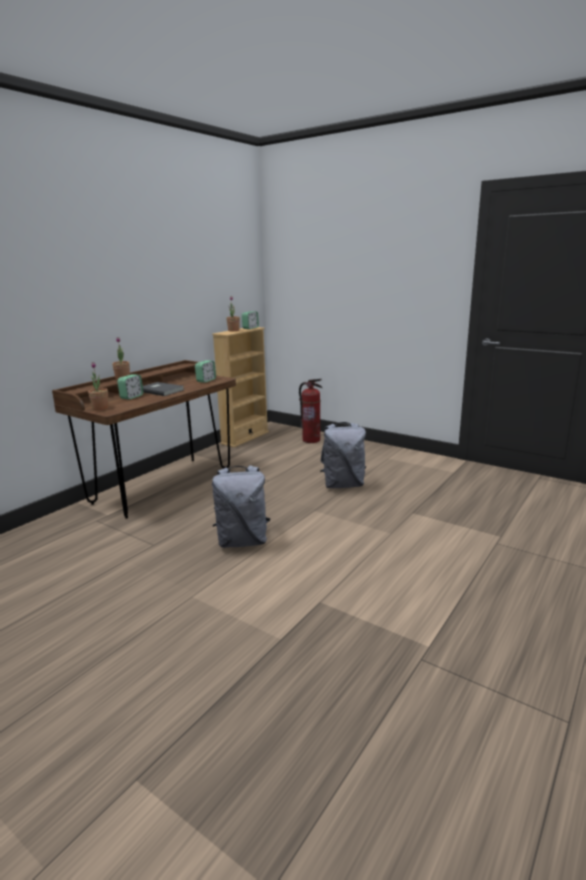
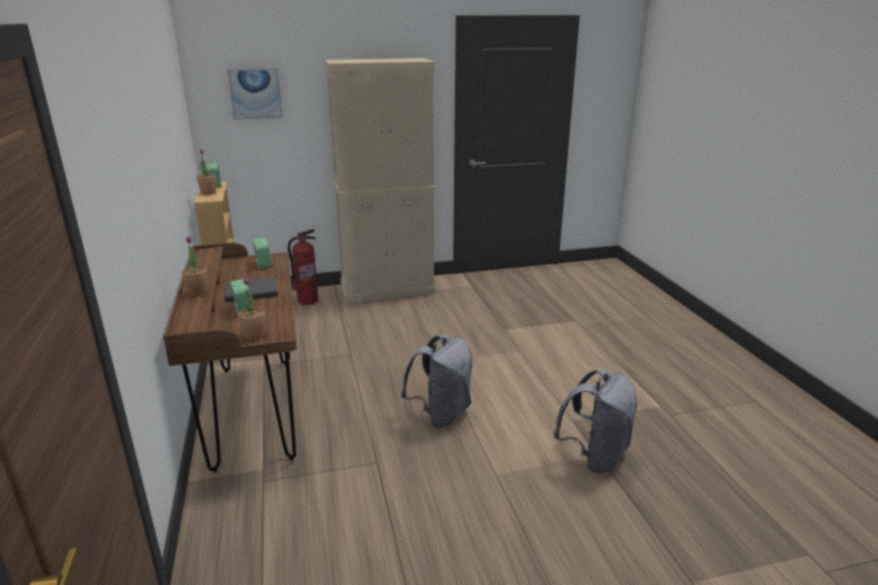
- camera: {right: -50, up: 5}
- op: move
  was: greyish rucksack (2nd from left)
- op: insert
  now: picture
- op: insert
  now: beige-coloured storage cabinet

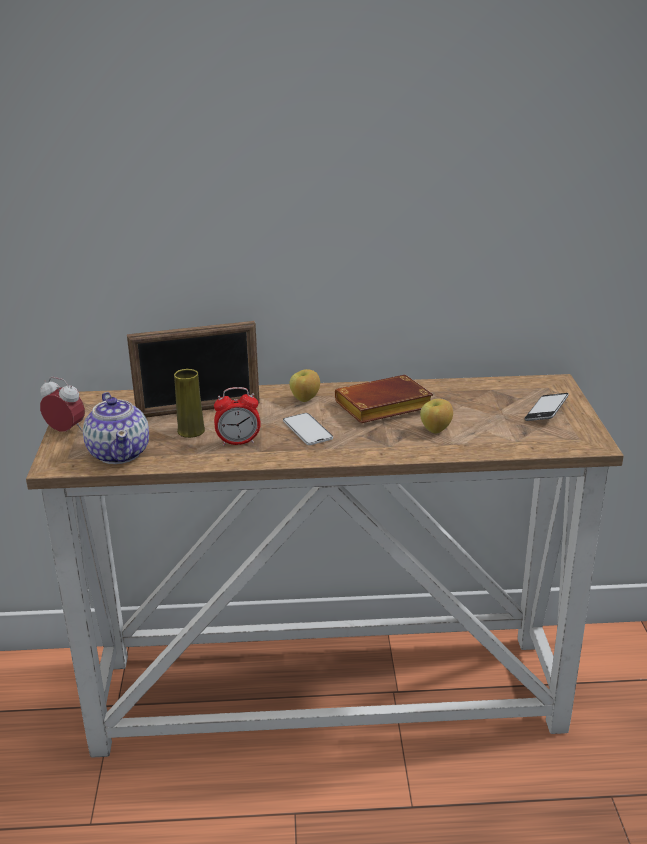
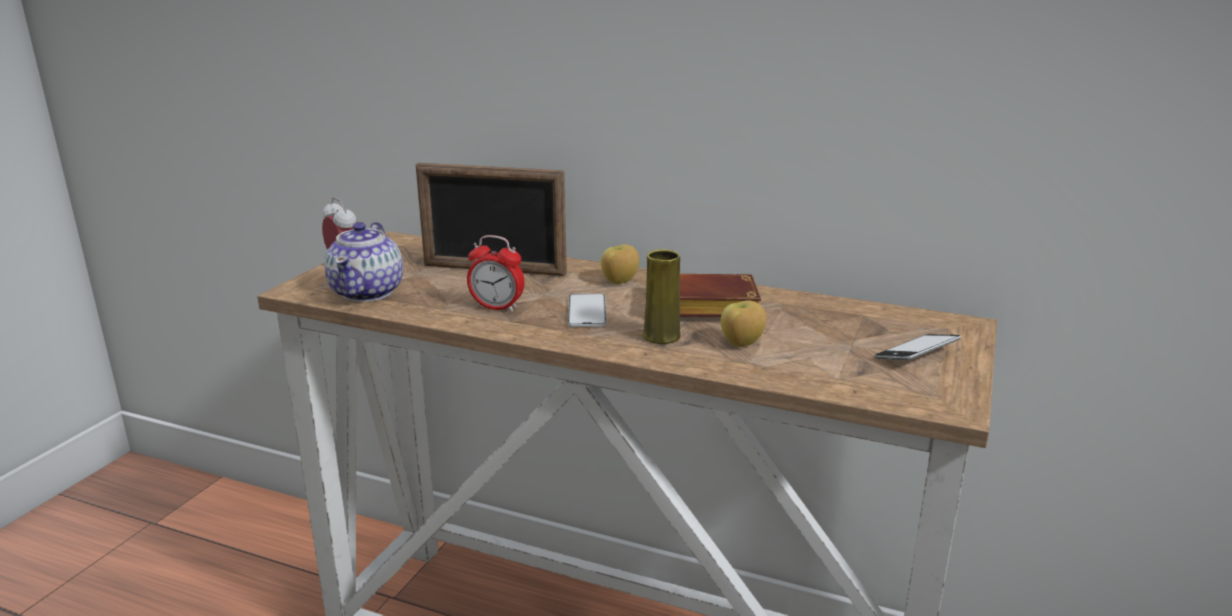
- camera: {right: 25, up: -5}
- op: move
  was: yellowish decorative vase

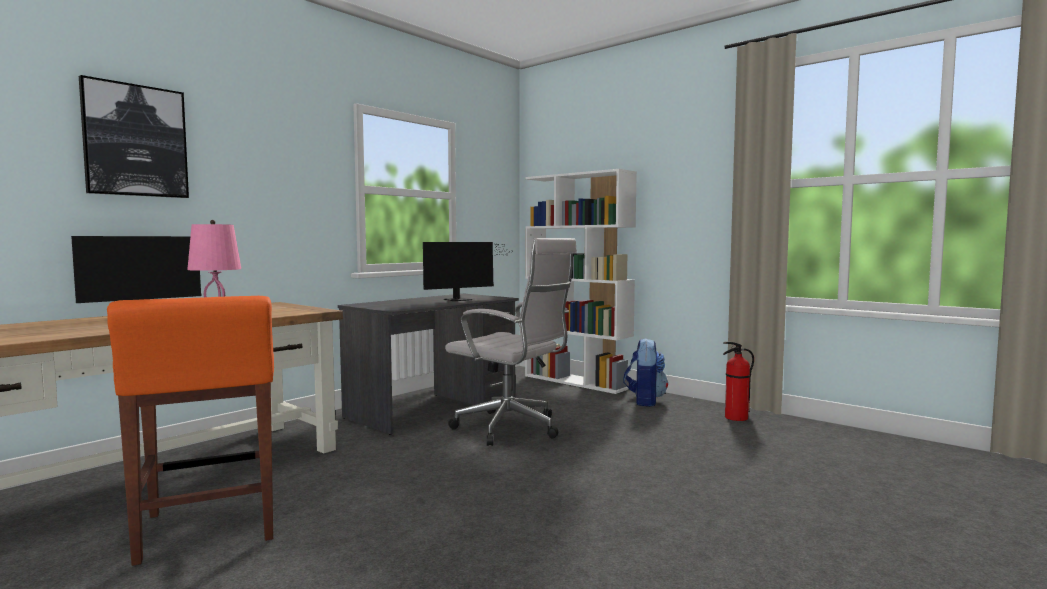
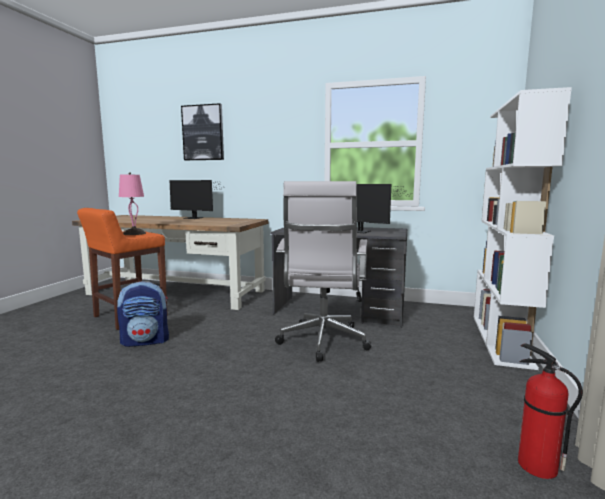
- camera: {right: 65, up: 5}
- op: move
  was: rucksack

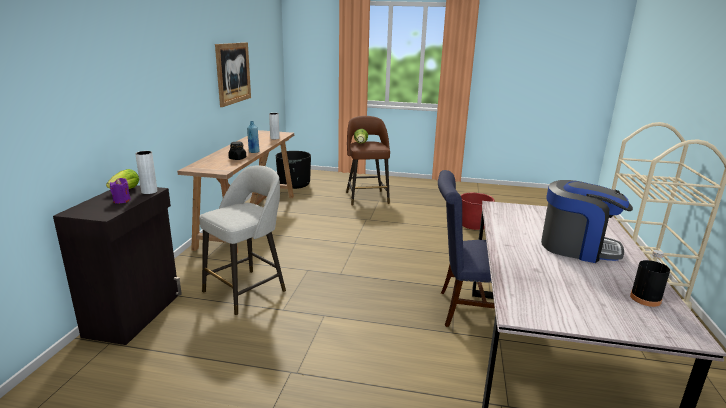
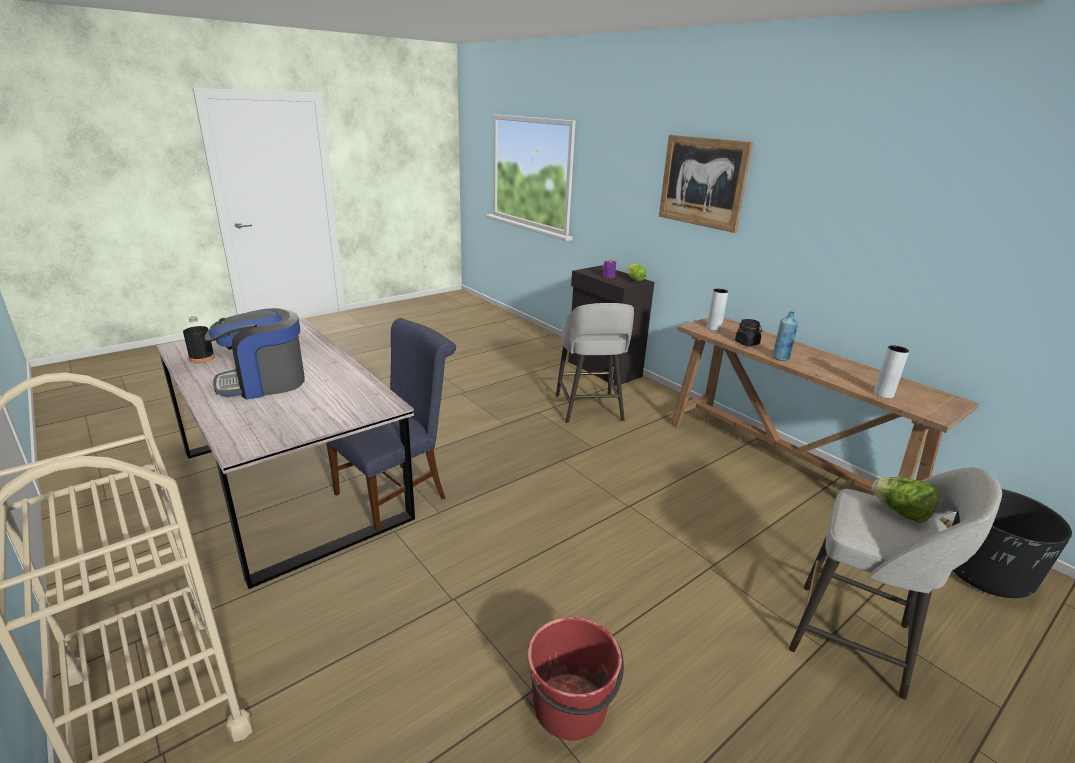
- camera: {right: 130, up: 5}
- op: move
  was: greyish decorative vase (1st from left)
- op: move
  was: picture
- op: recolor
  was: brown sitting stool
  now: greyish sitting stool (2nd from left)

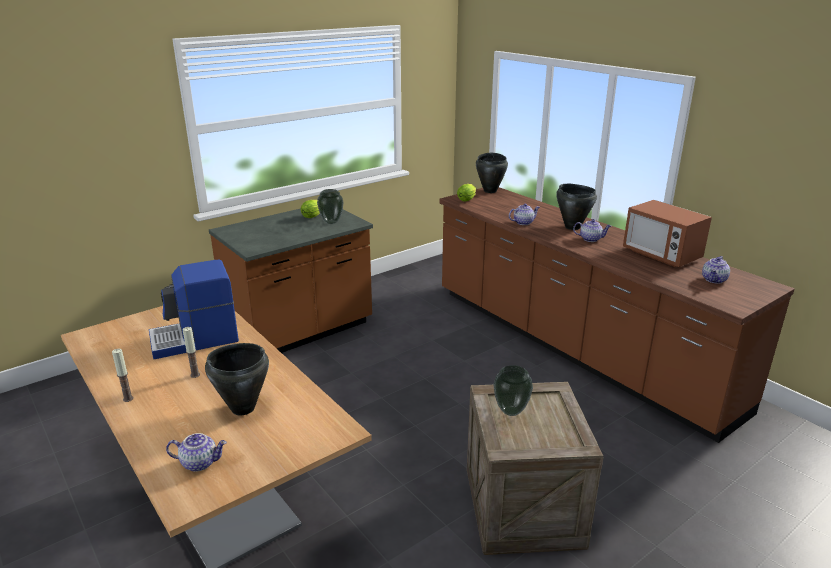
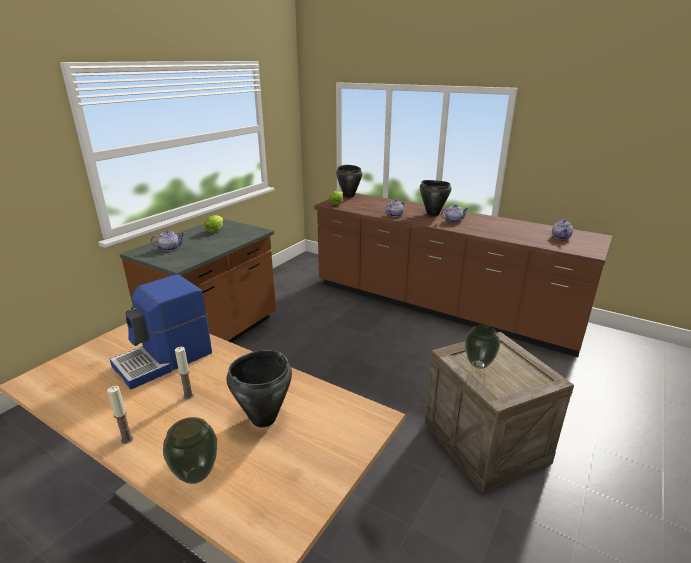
- camera: {right: -20, up: 0}
- op: move
  was: teapot (1st from left)
- op: move
  was: decorative vase (1st from left)
- op: delete
  was: microwave oven

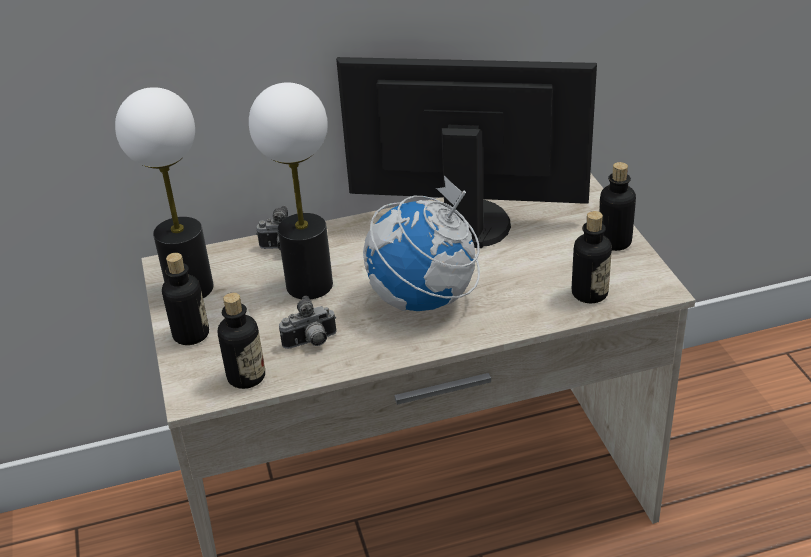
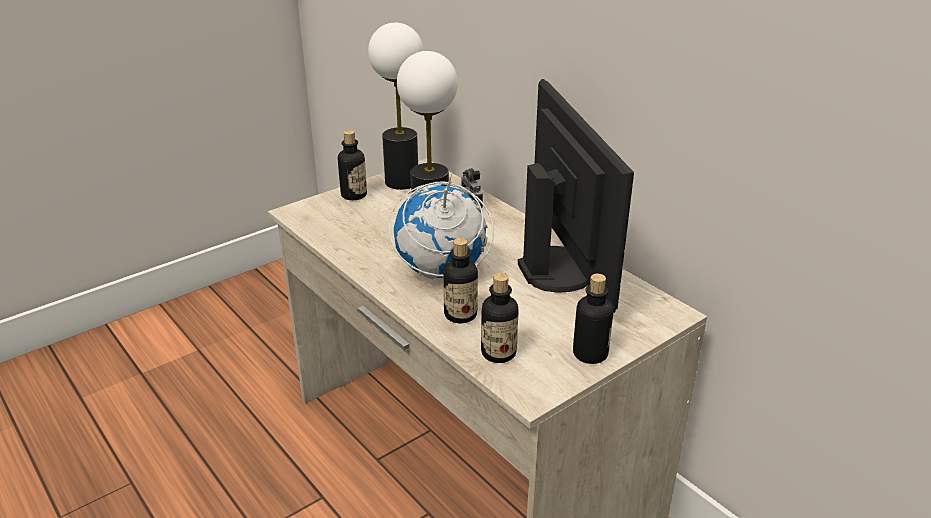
- camera: {right: 65, up: -5}
- op: move
  was: beverage bottle (2nd from left)
- op: delete
  was: still camera (2nd from left)

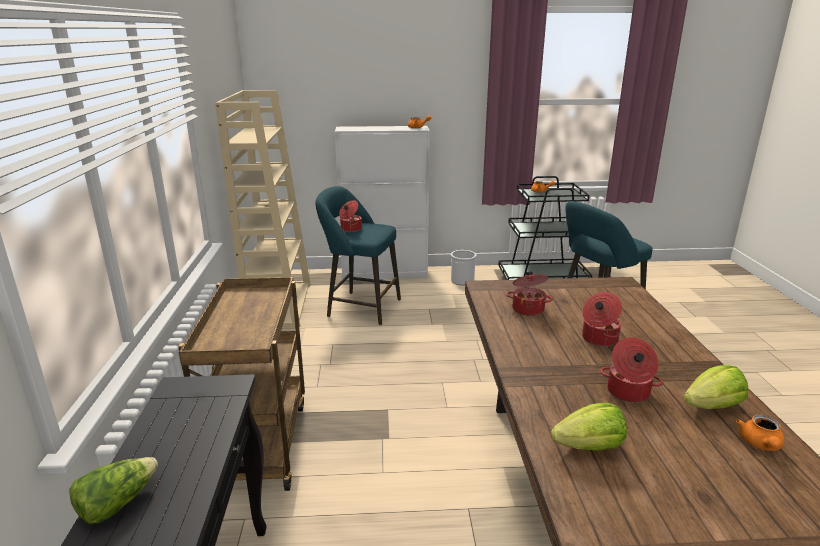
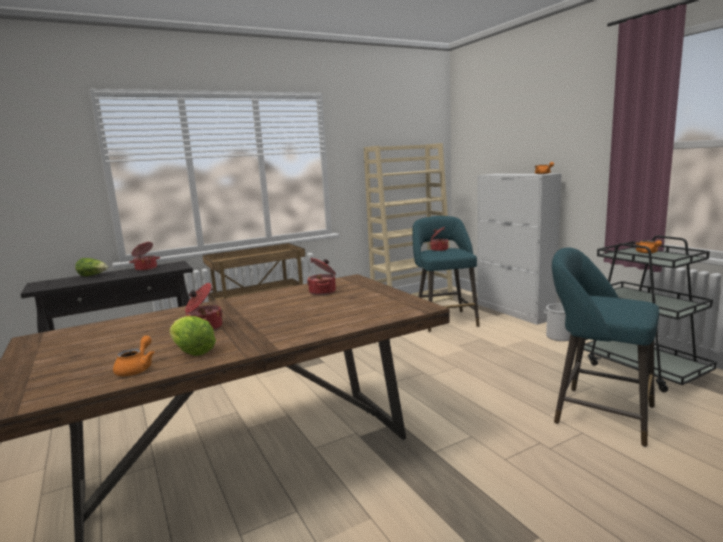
- camera: {right: 65, up: -10}
- op: delete
  was: lettuce (2nd from left)
- op: move
  was: cooking pot (3rd from left in the first image)
  now: cooking pot (1st from left)
- op: rotate
  was: orange-coloured teapot (3rd from left in the first image)
  clockwise: 105

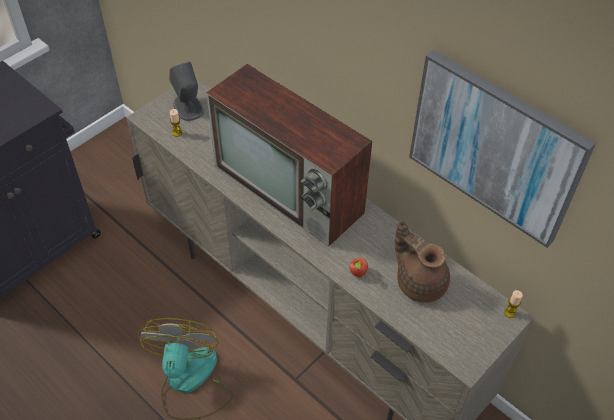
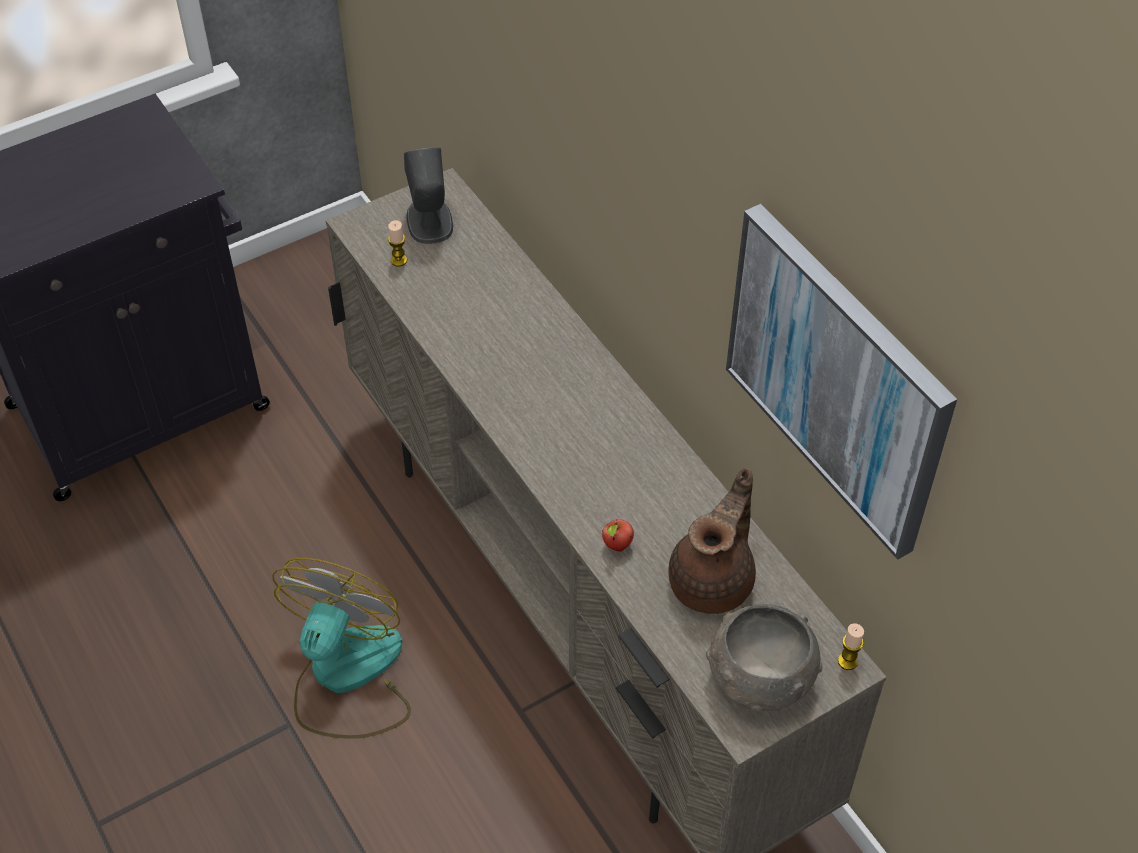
- camera: {right: 15, up: 0}
- op: delete
  was: TV
- op: rotate
  was: brown teapot
  clockwise: 60
- op: insert
  now: greyish bowl

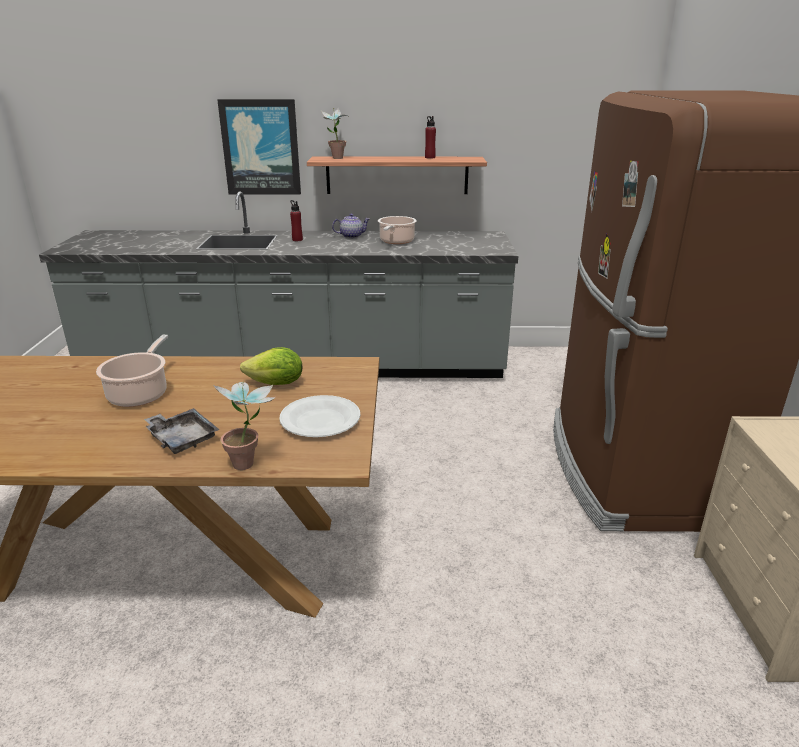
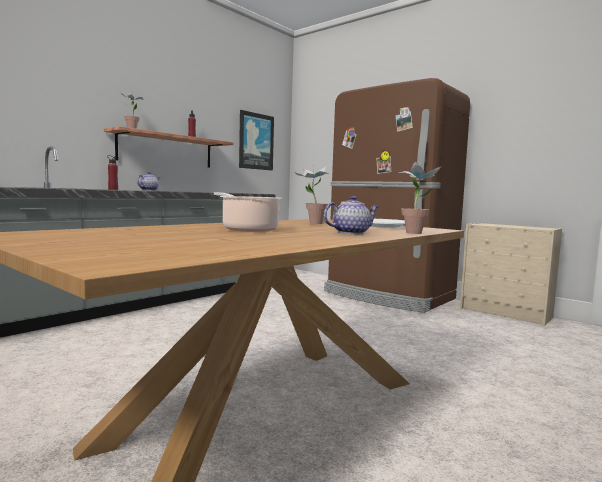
- camera: {right: -50, up: -20}
- op: replace
  was: greyish carrying tray
  now: teapot (2nd from left)
- op: move
  was: picture
- op: replace
  was: lettuce
  now: potted plant (2nd from left)
- op: delete
  was: cooking pot (2nd from left)

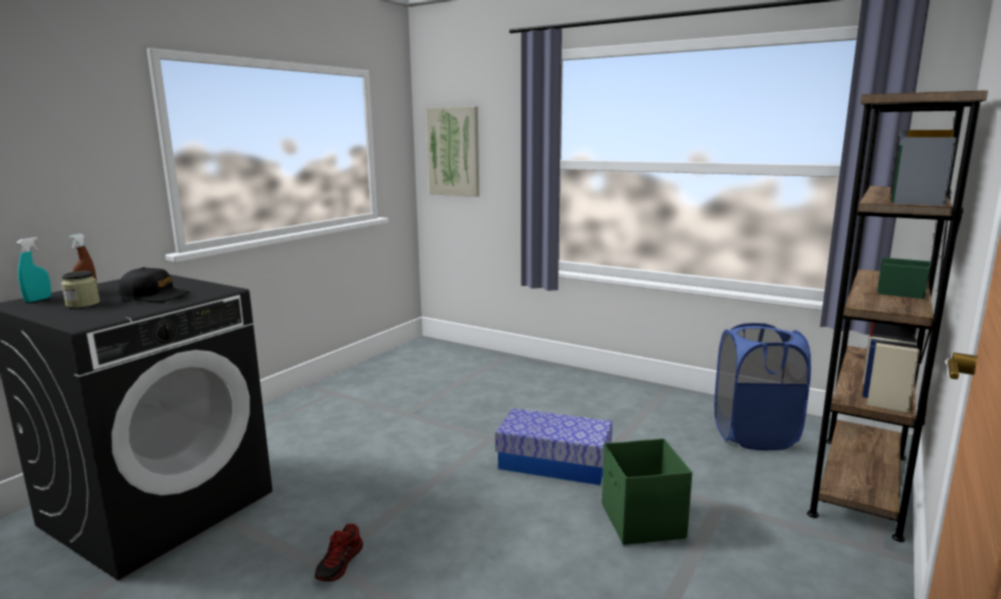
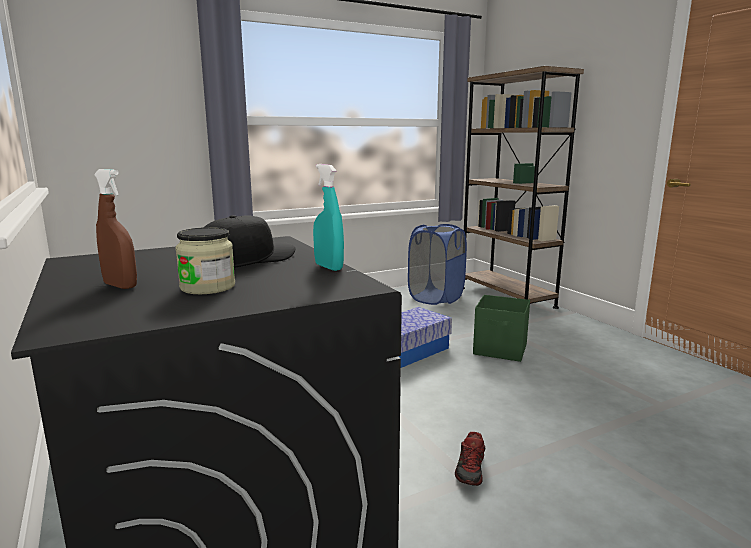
- camera: {right: -60, up: 0}
- op: move
  was: turquoise-coloured hand sprayer
- op: rotate
  was: item of footwear
  clockwise: 60
- op: delete
  was: picture

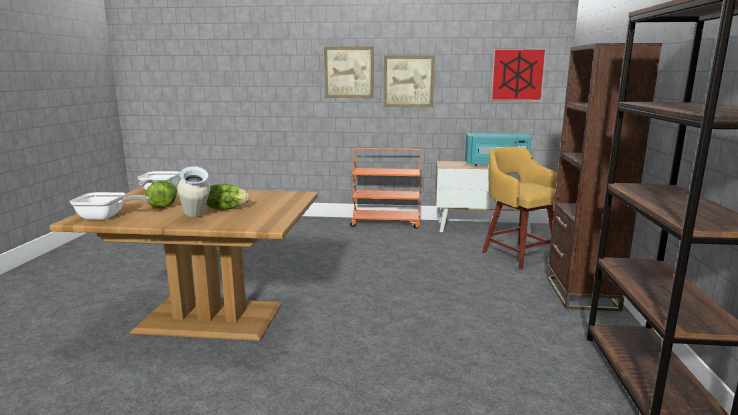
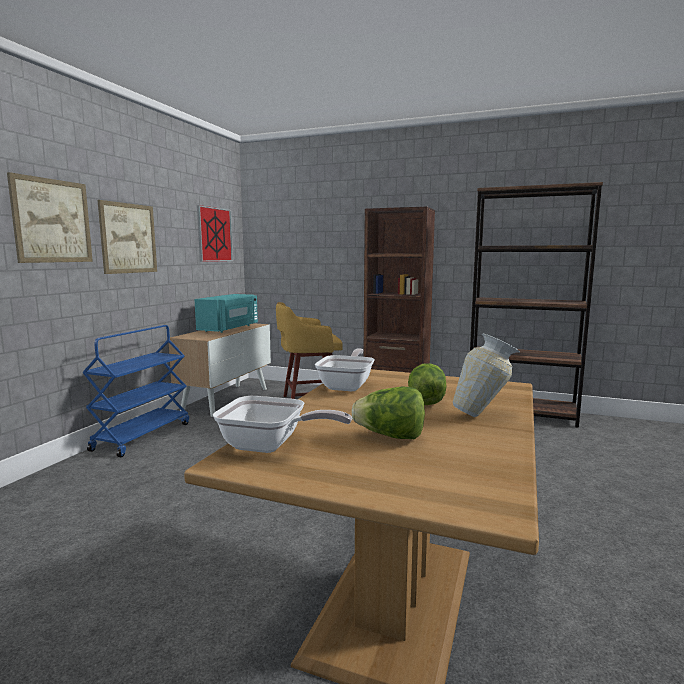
- camera: {right: -75, up: -5}
- op: move
  was: pan (1st from left in the first image)
  now: pan (2nd from left)
- op: recolor
  was: orange-coloured cart
  now: blue-coloured cart

